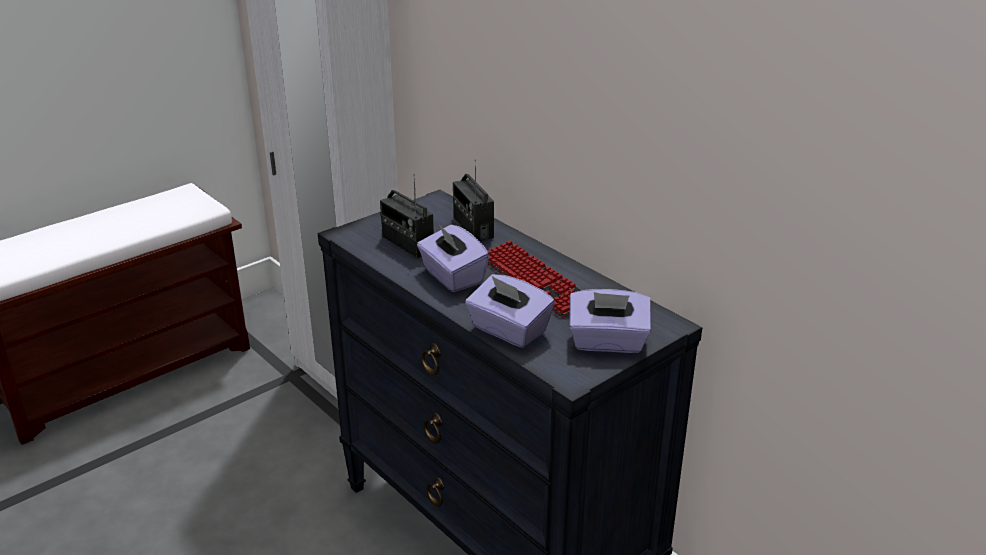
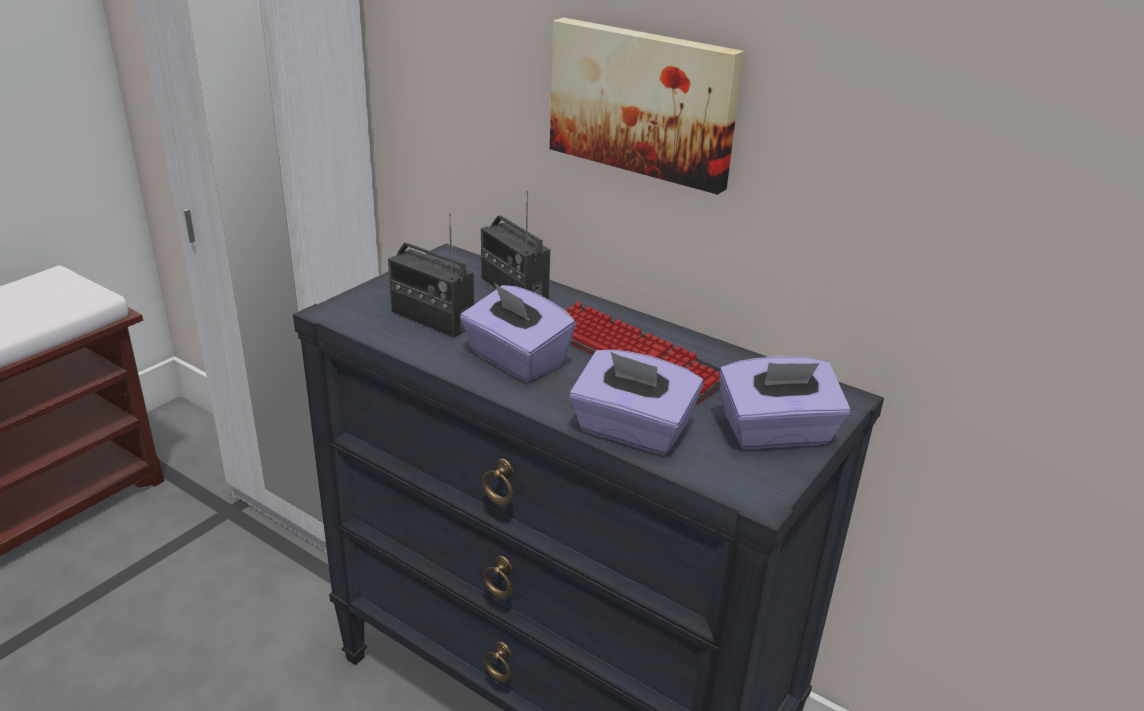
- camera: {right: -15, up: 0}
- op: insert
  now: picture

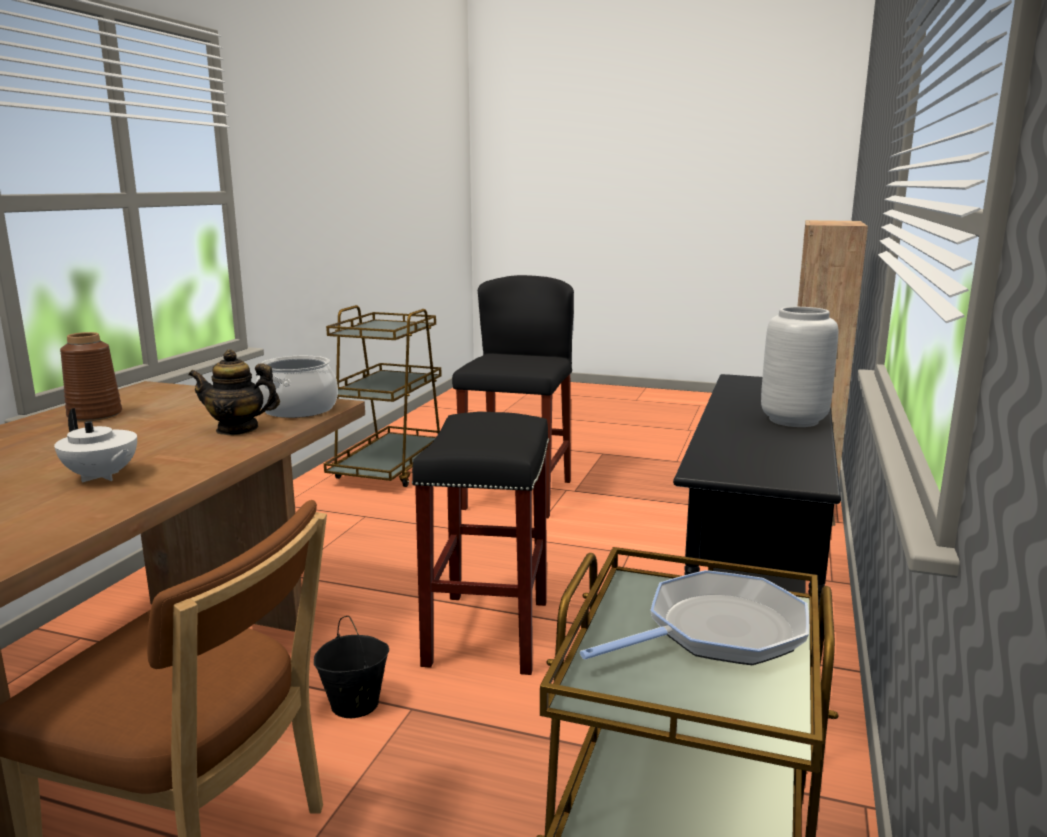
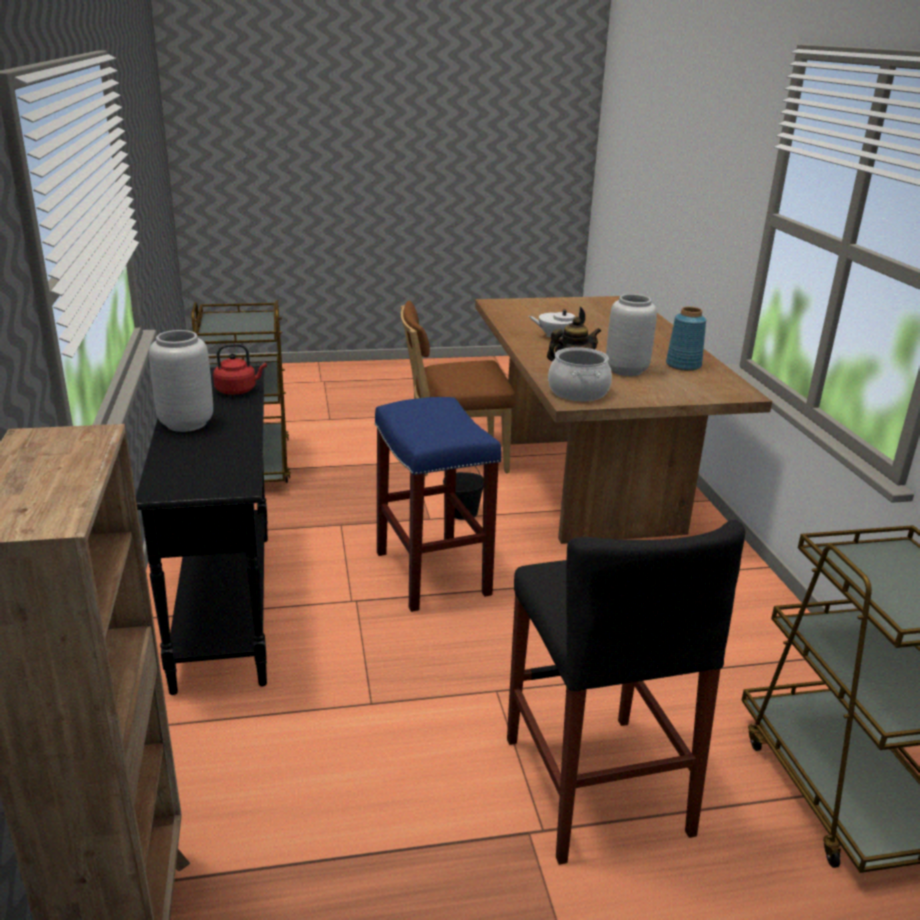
- camera: {right: 150, up: 10}
- op: recolor
  was: brown decorative vase
  now: blue-coloured decorative vase
- op: recolor
  was: black-coloured sitting stool (1st from left)
  now: blue-coloured sitting stool
- op: delete
  was: pan
- op: insert
  now: red kettle
- op: insert
  now: greyish decorative vase (2nd from left)

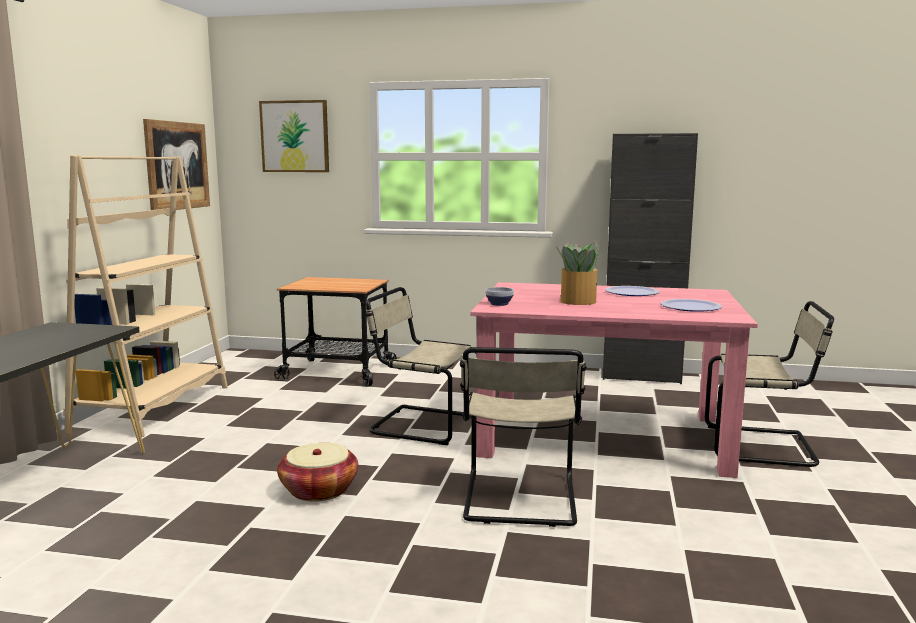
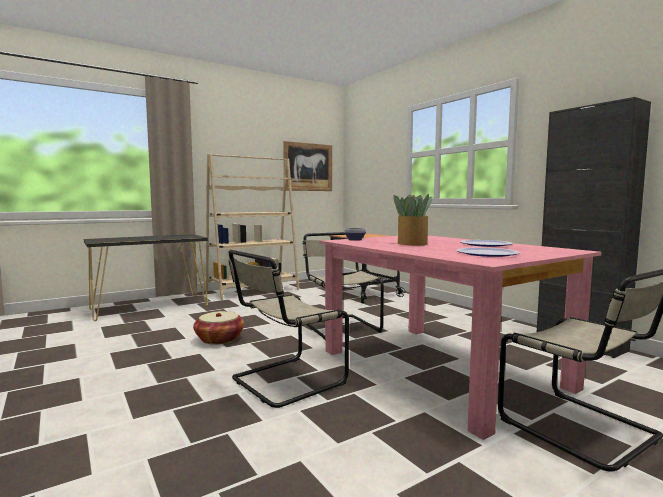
- camera: {right: 45, up: -5}
- op: delete
  was: picture (2nd from left)

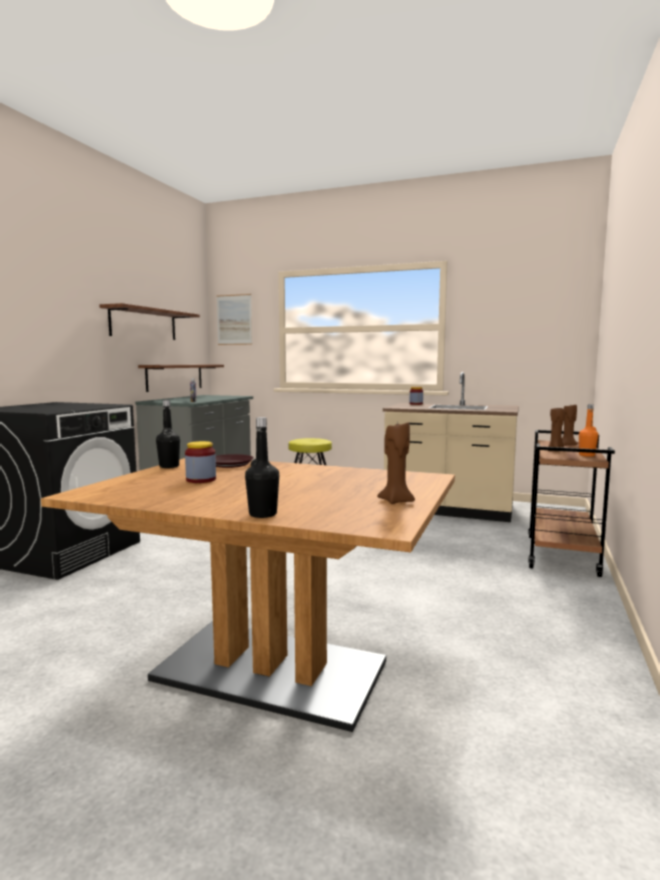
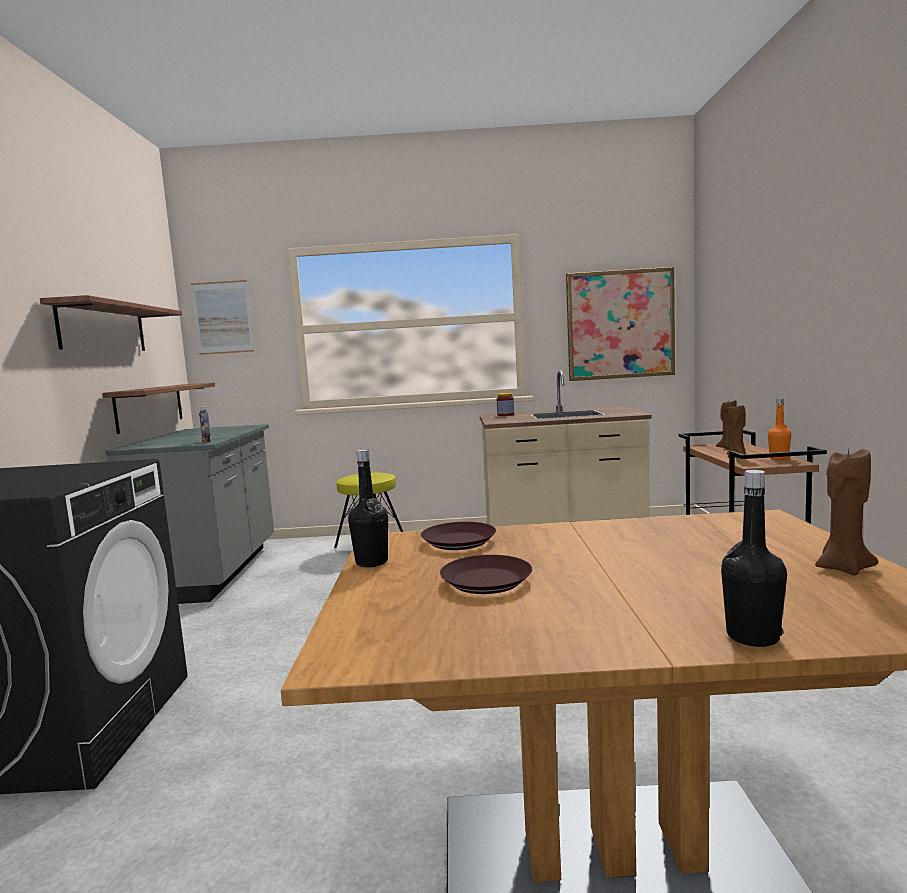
- camera: {right: -20, up: 0}
- op: replace
  was: jar (1st from left)
  now: brown plate (2nd from left)
- op: insert
  now: picture (2nd from left)

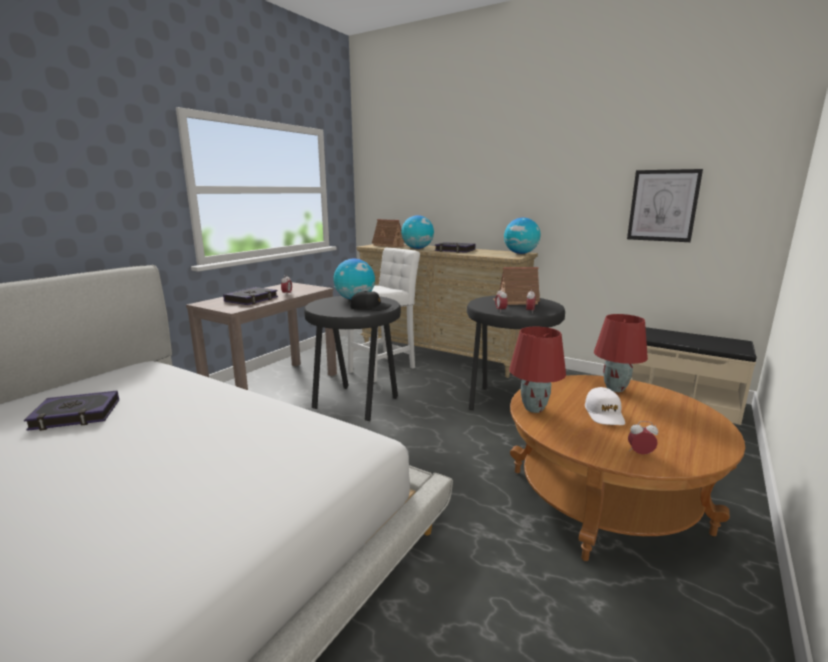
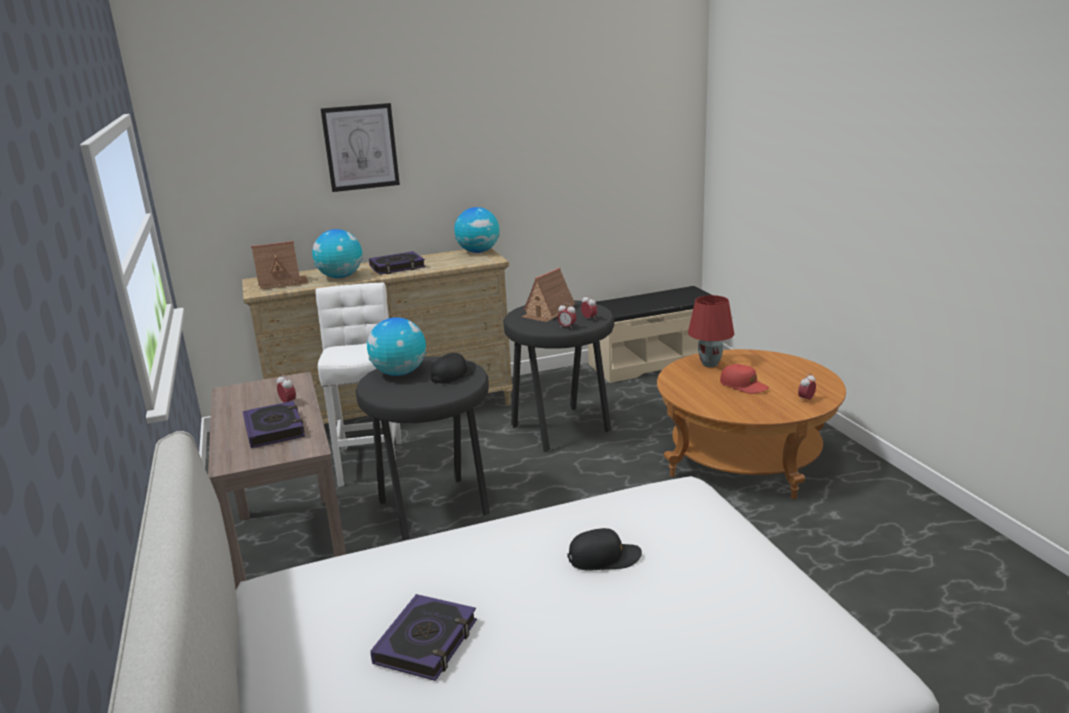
- camera: {right: -50, up: 5}
- op: delete
  was: red tabletop lamp (1st from left)
- op: recolor
  was: white-coloured cap
  now: red cap
- op: move
  was: picture
- op: insert
  now: black-coloured cap (2nd from left)

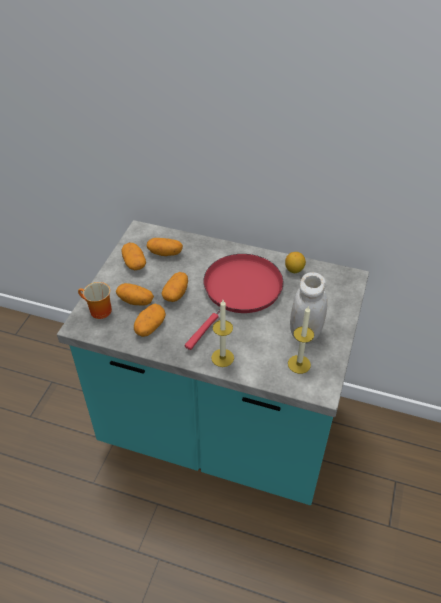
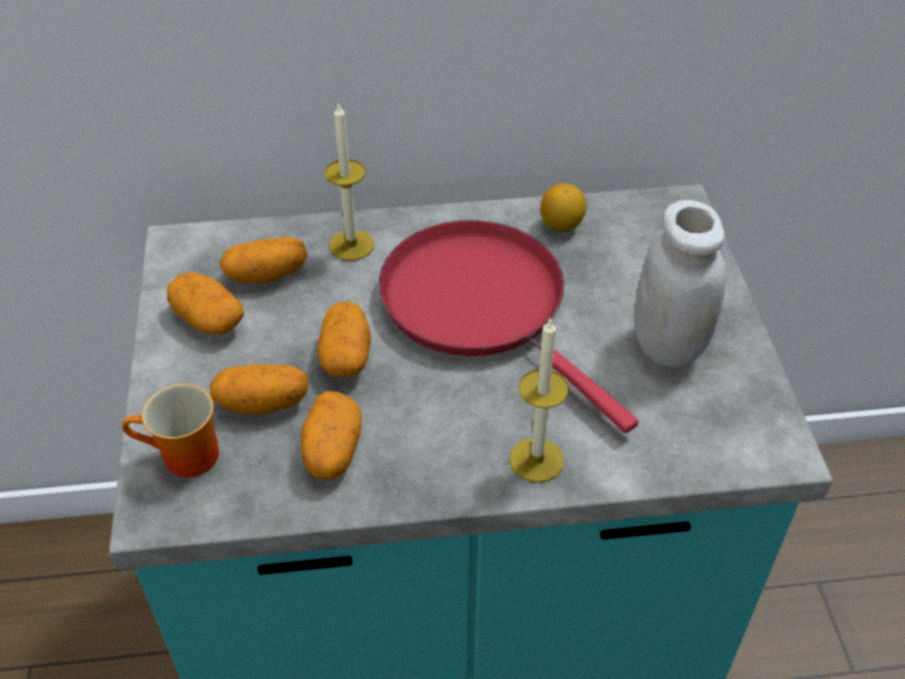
- camera: {right: -25, up: 0}
- op: rotate
  was: red pan
  clockwise: -45
- op: move
  was: wax candle (2nd from left in the first image)
  now: wax candle (1st from left)

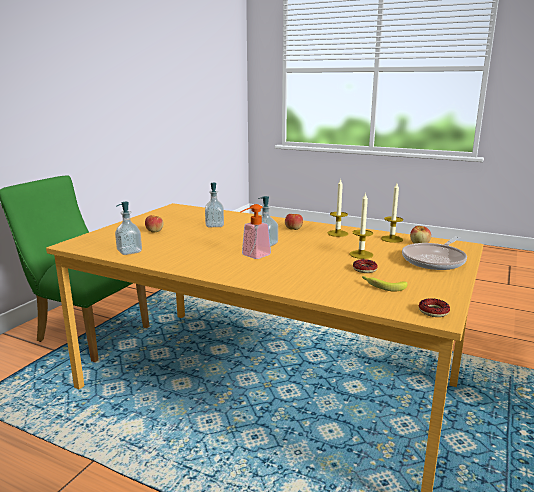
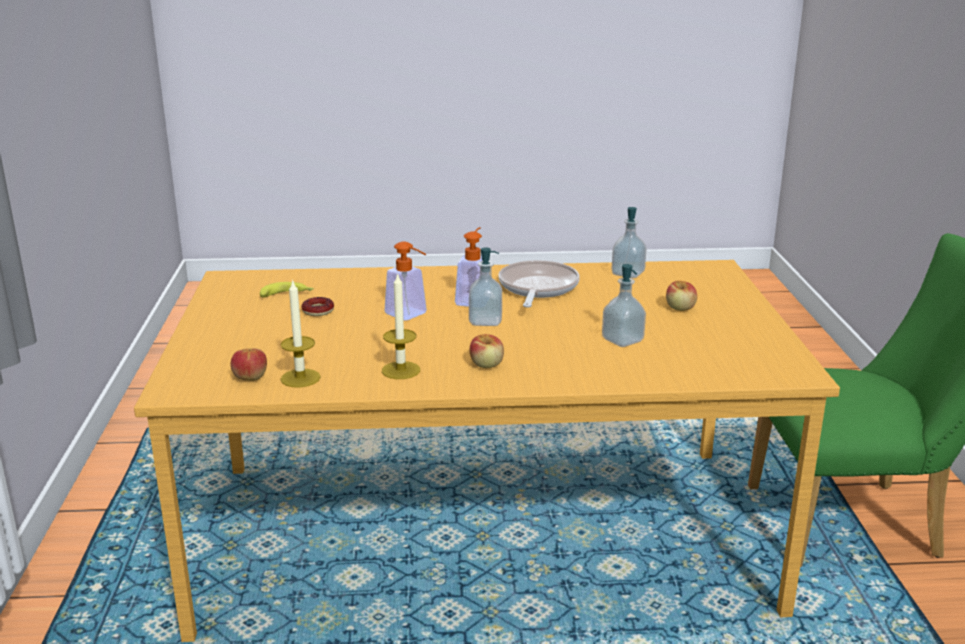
- camera: {right: 150, up: 5}
- op: delete
  was: wax candle (2nd from left)
- op: move
  was: pan
- op: delete
  was: donut (2nd from left)
- op: insert
  now: soap bottle (1st from left)

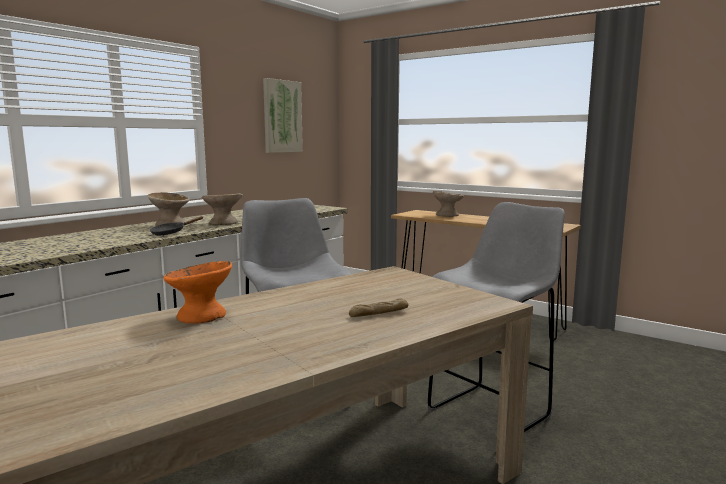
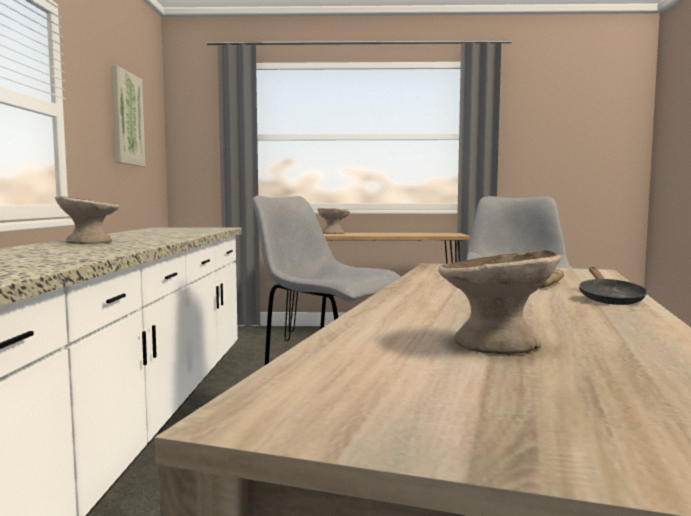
- camera: {right: -35, up: -5}
- op: move
  was: black-coloured pan
- op: delete
  was: orange-coloured bowl
- op: move
  was: beige-coloured bowl (2nd from left in the first image)
  now: beige-coloured bowl (3rd from left)

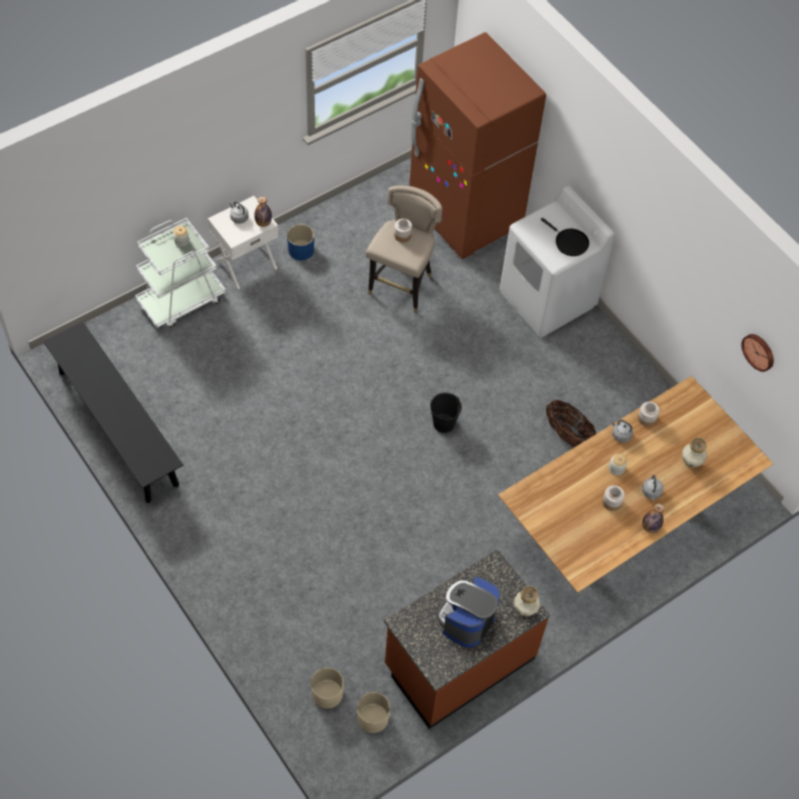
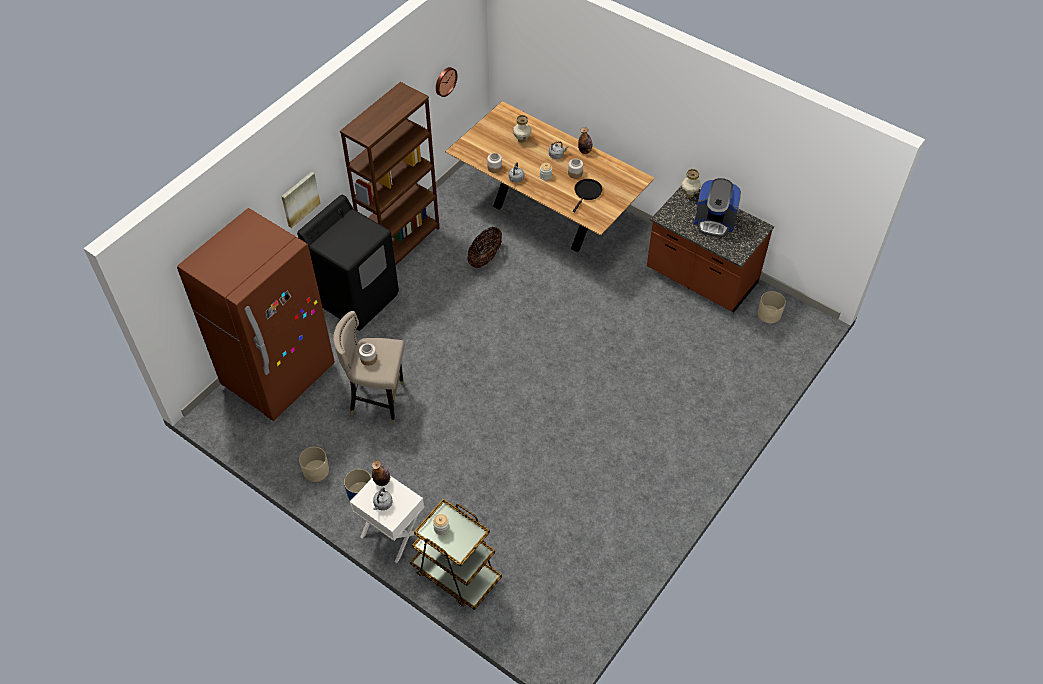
- camera: {right: -105, up: -5}
- op: delete
  was: black-coloured long seat
- op: recolor
  was: white-coloured cart
  now: brown cart
- op: move
  was: beige-coloured flower pot (1st from left)
- op: delete
  was: black-coloured pail
- op: recolor
  was: white-coloured laundry machine
  now: black-coloured laundry machine
- op: move
  was: black-coloured pan
- op: insert
  now: picture
- op: insert
  now: brown bookshelf

